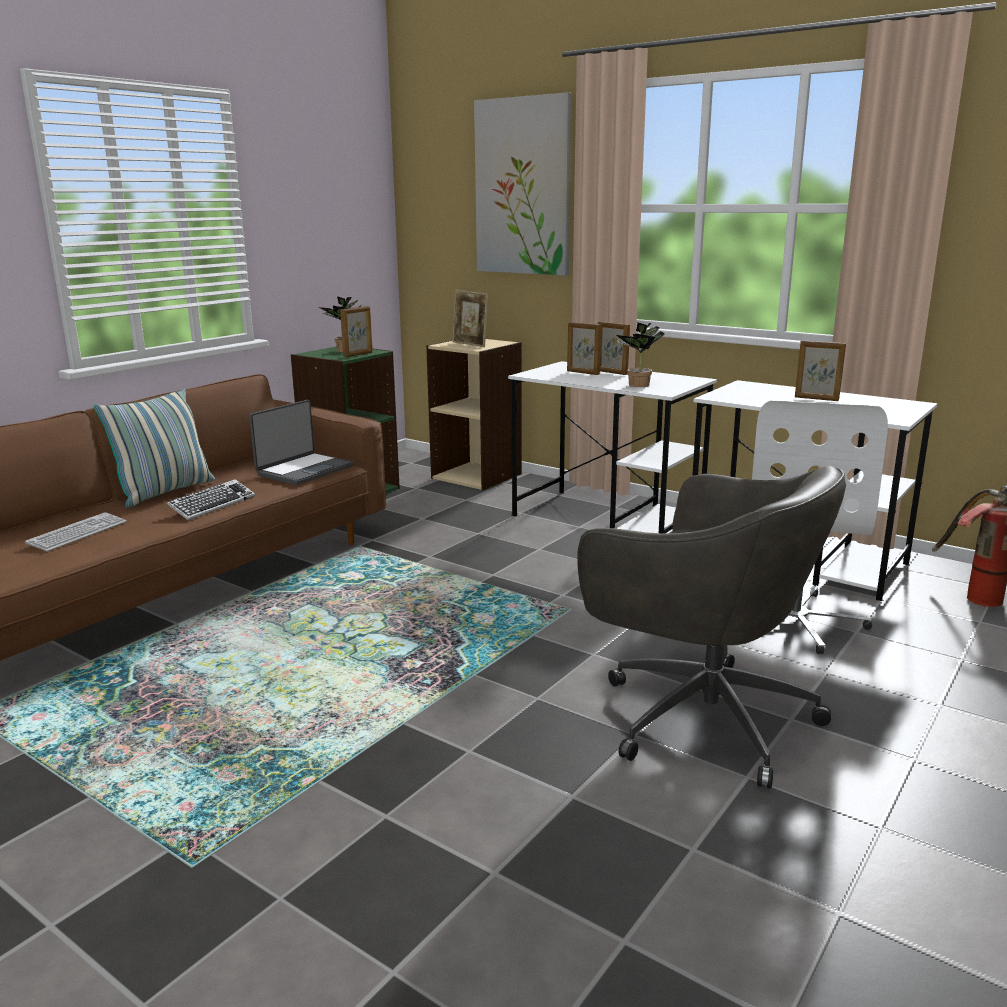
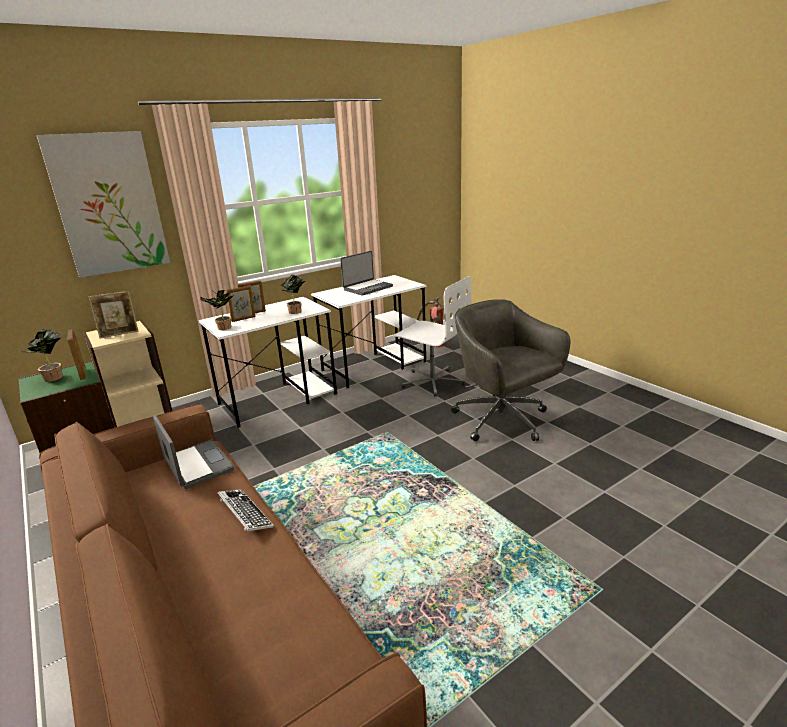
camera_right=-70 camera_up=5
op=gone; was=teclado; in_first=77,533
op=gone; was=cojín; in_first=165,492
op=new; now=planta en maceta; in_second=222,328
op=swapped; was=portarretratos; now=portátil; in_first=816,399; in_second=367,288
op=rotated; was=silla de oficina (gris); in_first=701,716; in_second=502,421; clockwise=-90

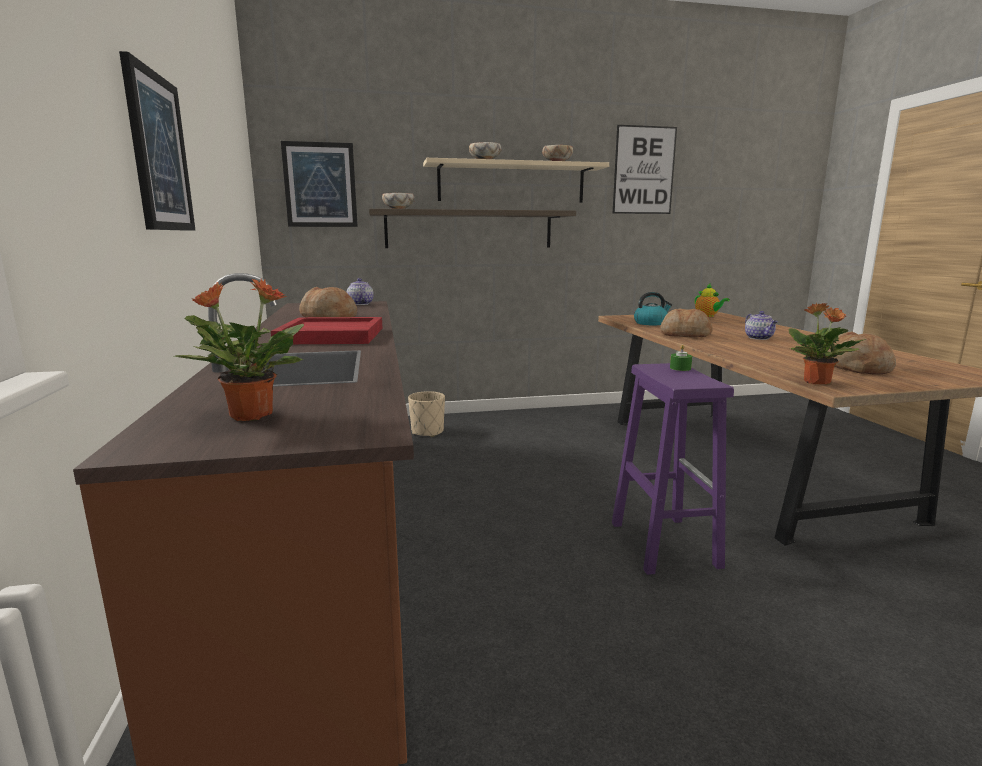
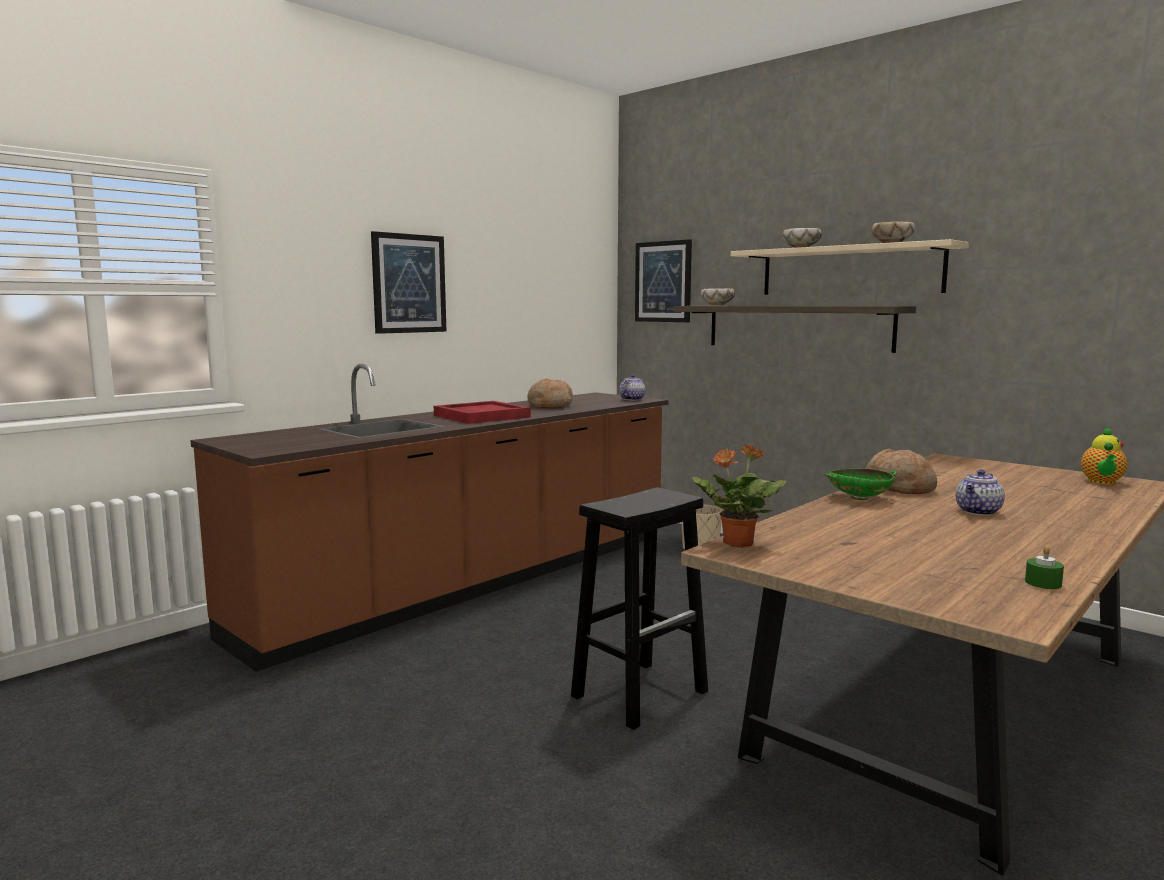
camera_right=55 camera_up=-5
op=gone; was=planta en maceta; in_first=250,415
op=gone; was=cuadro; in_first=644,170
op=gone; was=hervidor; in_first=650,323
op=gone; was=pan; in_first=856,368
op=new; now=cuenco (verde); in_second=859,498
op=shifted; was=vela (verde); in_first=680,368; in_second=1043,583
op=repainted; was=taburete (morado); now=taburete (negro); in_first=662,543; in_second=641,693

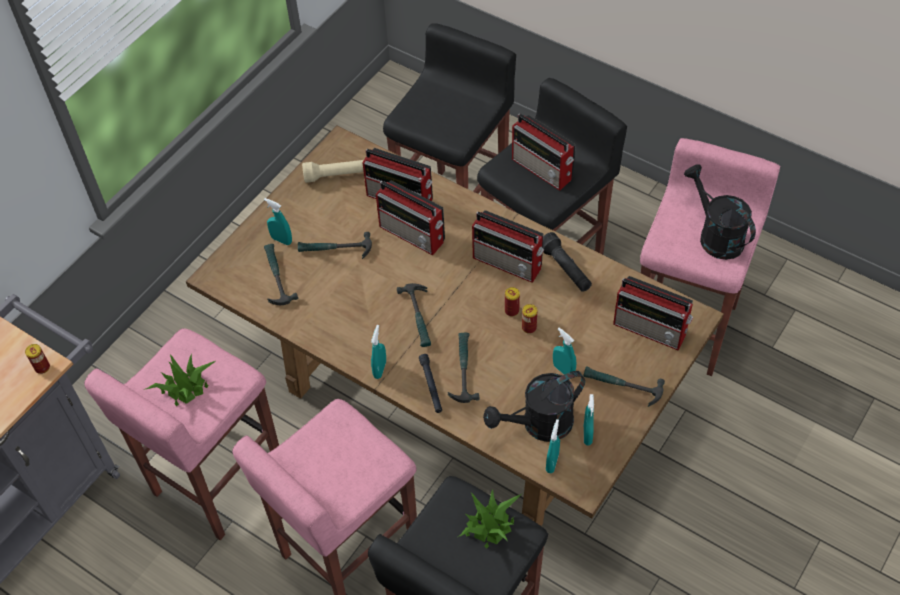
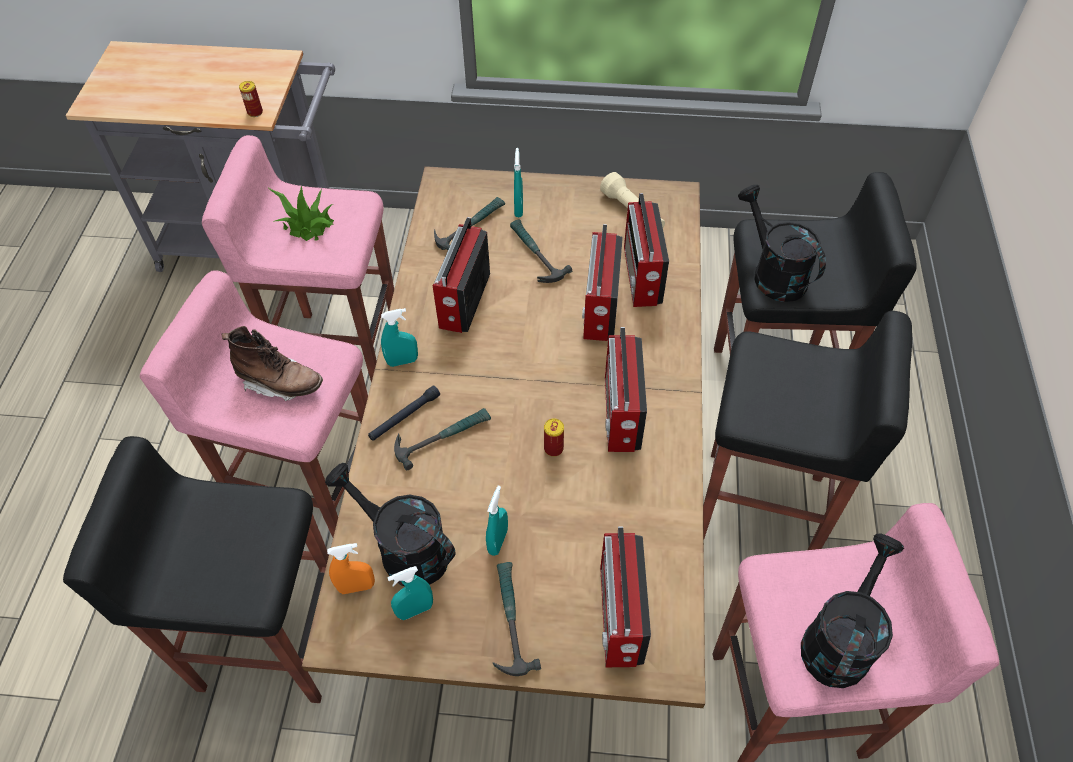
camera_right=60 camera_up=0
op=gone; was=martillo; in_first=419,317
op=gone; was=planta en maceta; in_first=488,525
op=gone; was=lata; in_first=529,327
op=gone; was=linterna (negro); in_first=565,269
op=new; now=bota (marrón); in_second=280,383
op=new; now=regadera (negro); in_second=772,273
op=shifted; was=radio; in_first=543,170; in_second=463,301
op=repainted; was=pulverizador (turquesa); now=pulverizador (naranja); in_first=552,462; in_second=356,587

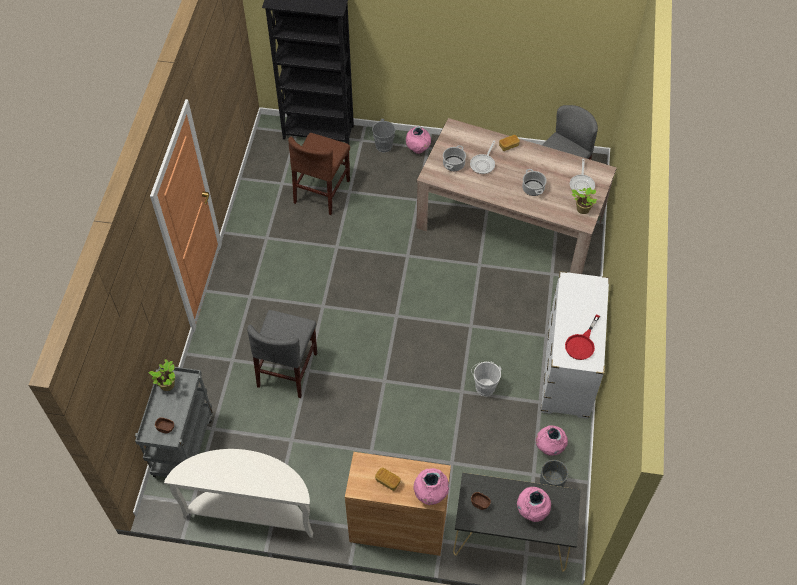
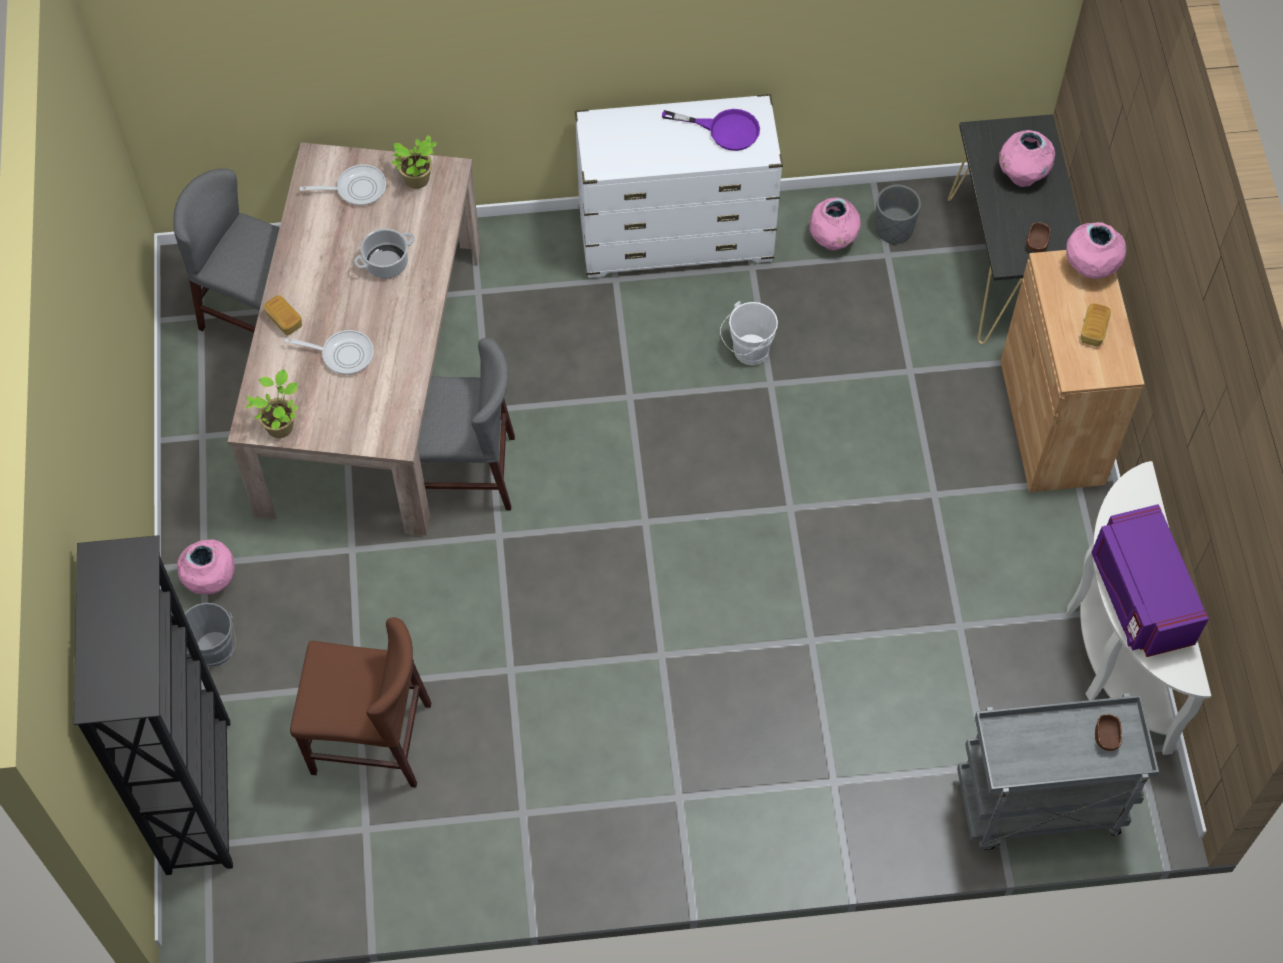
camera_right=-105 camera_up=5
op=gone; was=olla; in_first=453,164
op=new; now=microondas (morado); in_second=1140,596
op=shifted; was=planta en maceta; in_first=168,385; in_second=280,425
op=shifted; was=silla (gris); in_first=287,370; in_second=462,472
op=repainted; was=sartén (rojo); now=sartén (morado); in_first=582,343; in_second=724,130

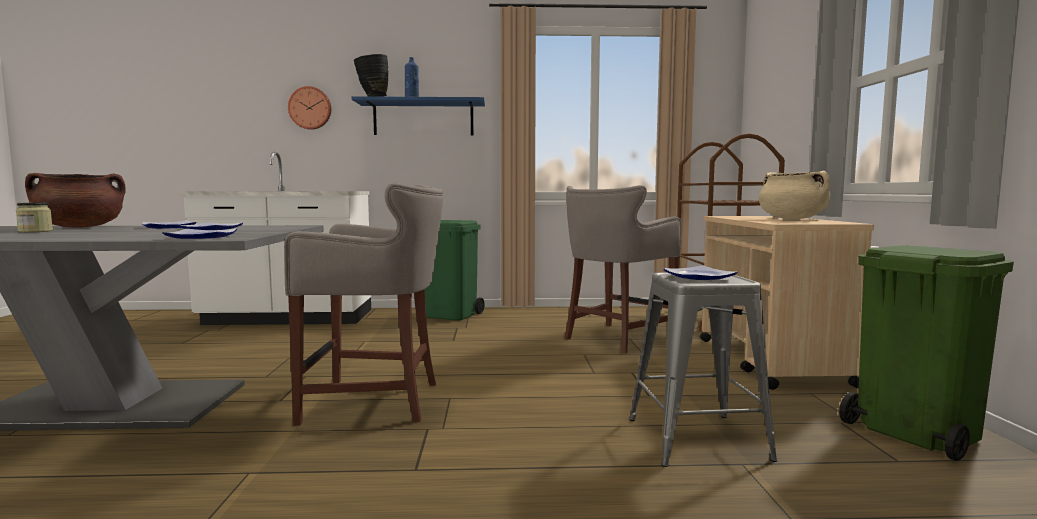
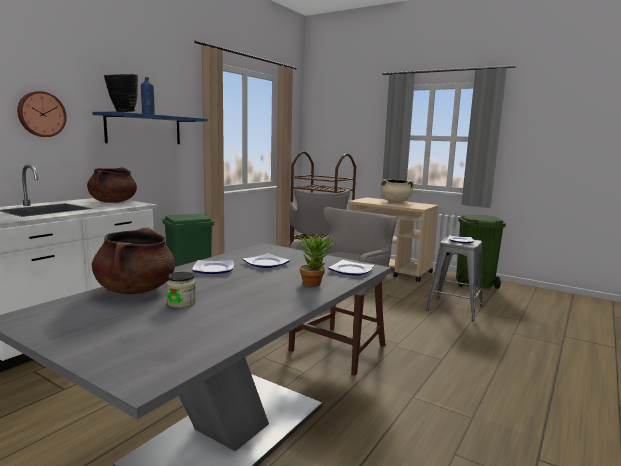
camera_right=-55 camera_up=5
op=new; now=olla (marrón); in_second=113,202
op=new; now=planta en maceta; in_second=314,283

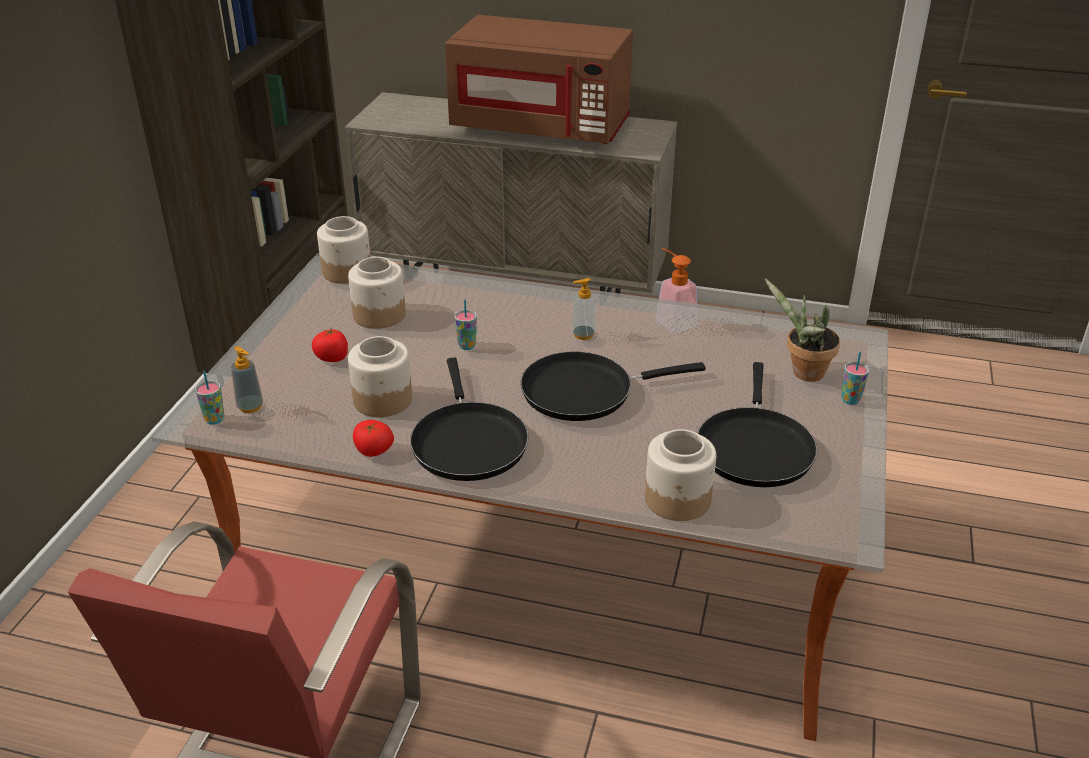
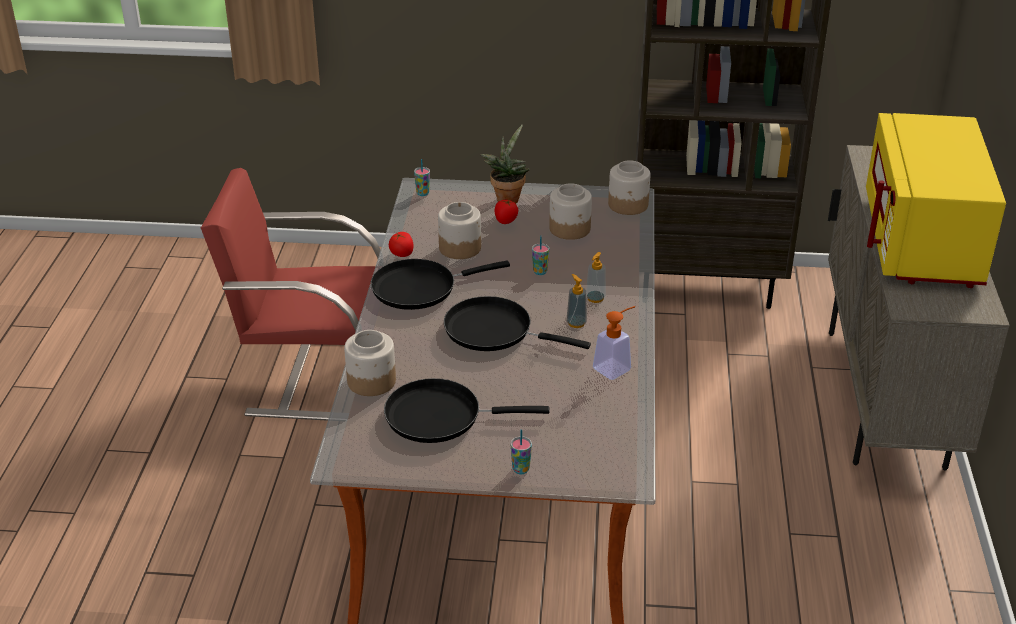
camera_right=80 camera_up=0
op=shifted; was=dispensador de jabón; in_first=250,407; in_second=595,298
op=shifted; was=planta en maceta; in_first=803,373; in_second=507,198
op=repainted; was=microondas (marrón); now=microondas (amarillo); in_first=542,127; in_second=922,242
op=rotated; was=sartén (negro); in_first=584,391; in_second=494,331; clockwise=-45

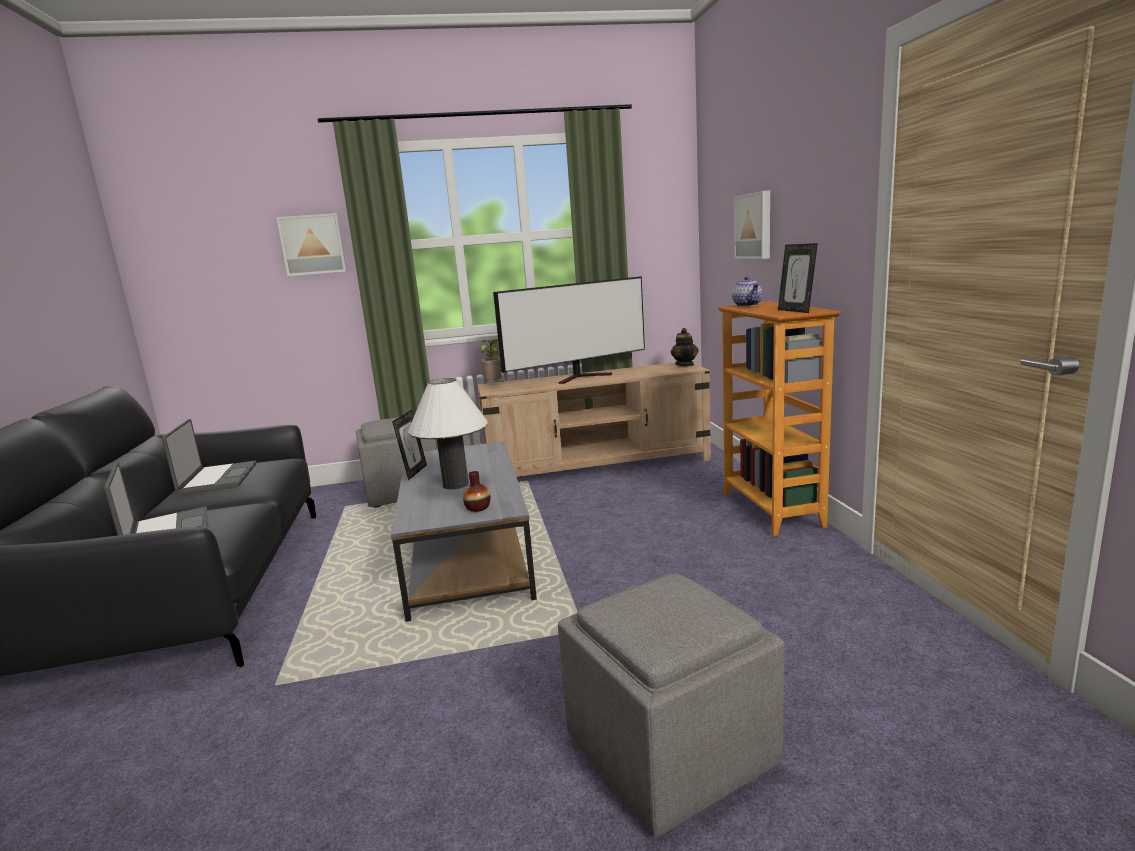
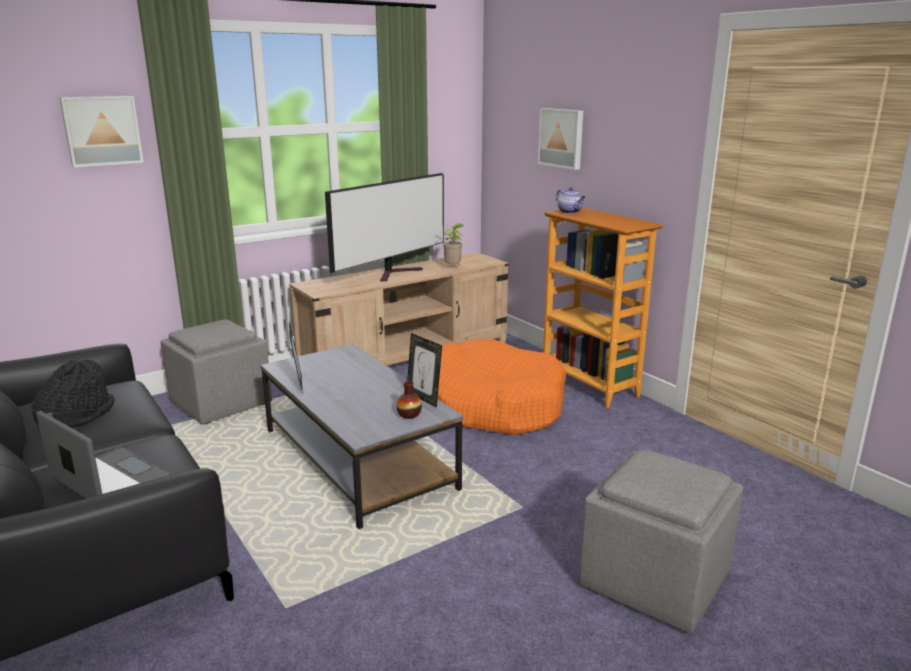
camera_right=-25 camera_up=5
op=gone; was=lámpara de mesa (blanco); in_first=455,484
op=gone; was=tetera; in_first=685,365
op=new; now=cama para perro (naranja); in_second=490,405
op=shifted; was=planta en maceta; in_first=495,385; in_second=453,268
op=shifted; was=portarretratos; in_first=796,311; in_second=424,398
op=swapped; was=portátil; now=sombrero (negro); in_first=217,479; in_second=76,415

